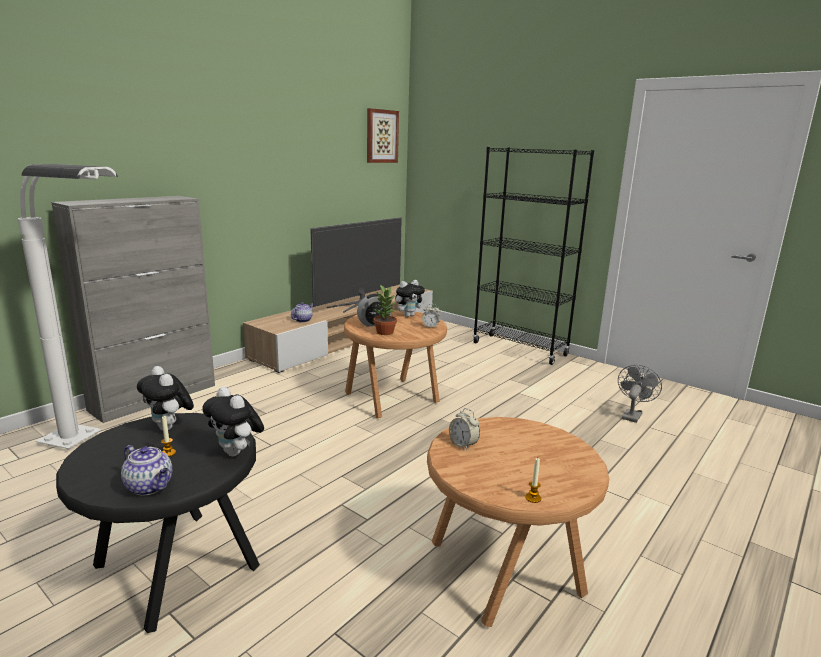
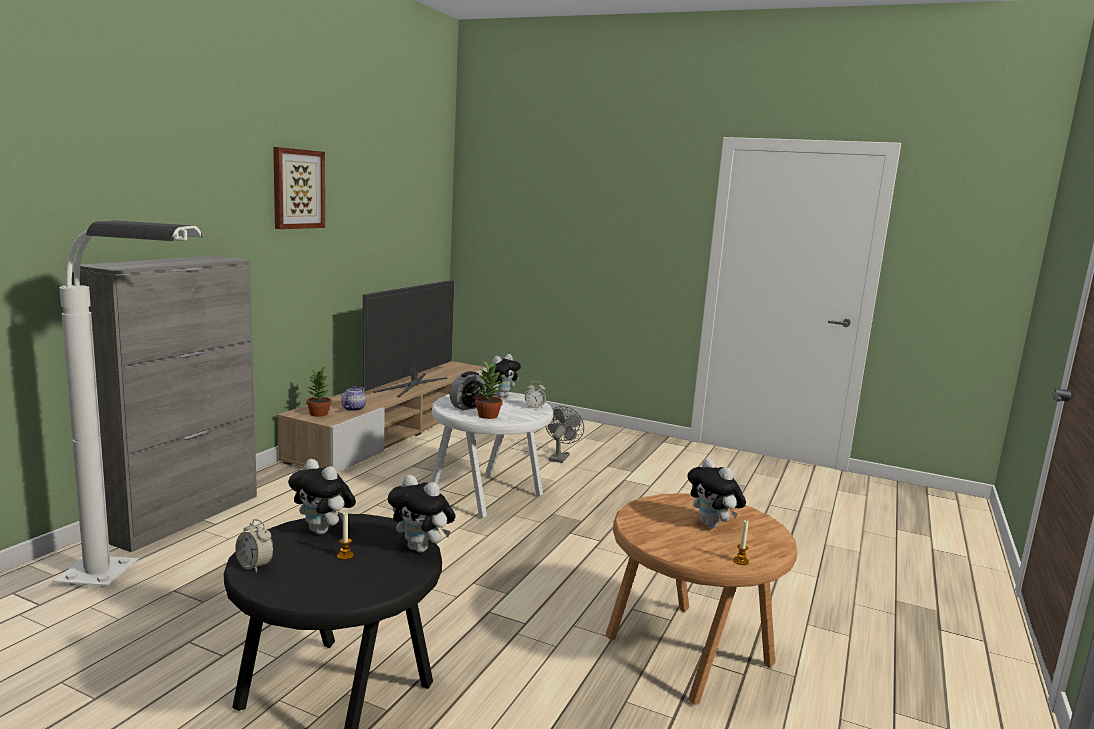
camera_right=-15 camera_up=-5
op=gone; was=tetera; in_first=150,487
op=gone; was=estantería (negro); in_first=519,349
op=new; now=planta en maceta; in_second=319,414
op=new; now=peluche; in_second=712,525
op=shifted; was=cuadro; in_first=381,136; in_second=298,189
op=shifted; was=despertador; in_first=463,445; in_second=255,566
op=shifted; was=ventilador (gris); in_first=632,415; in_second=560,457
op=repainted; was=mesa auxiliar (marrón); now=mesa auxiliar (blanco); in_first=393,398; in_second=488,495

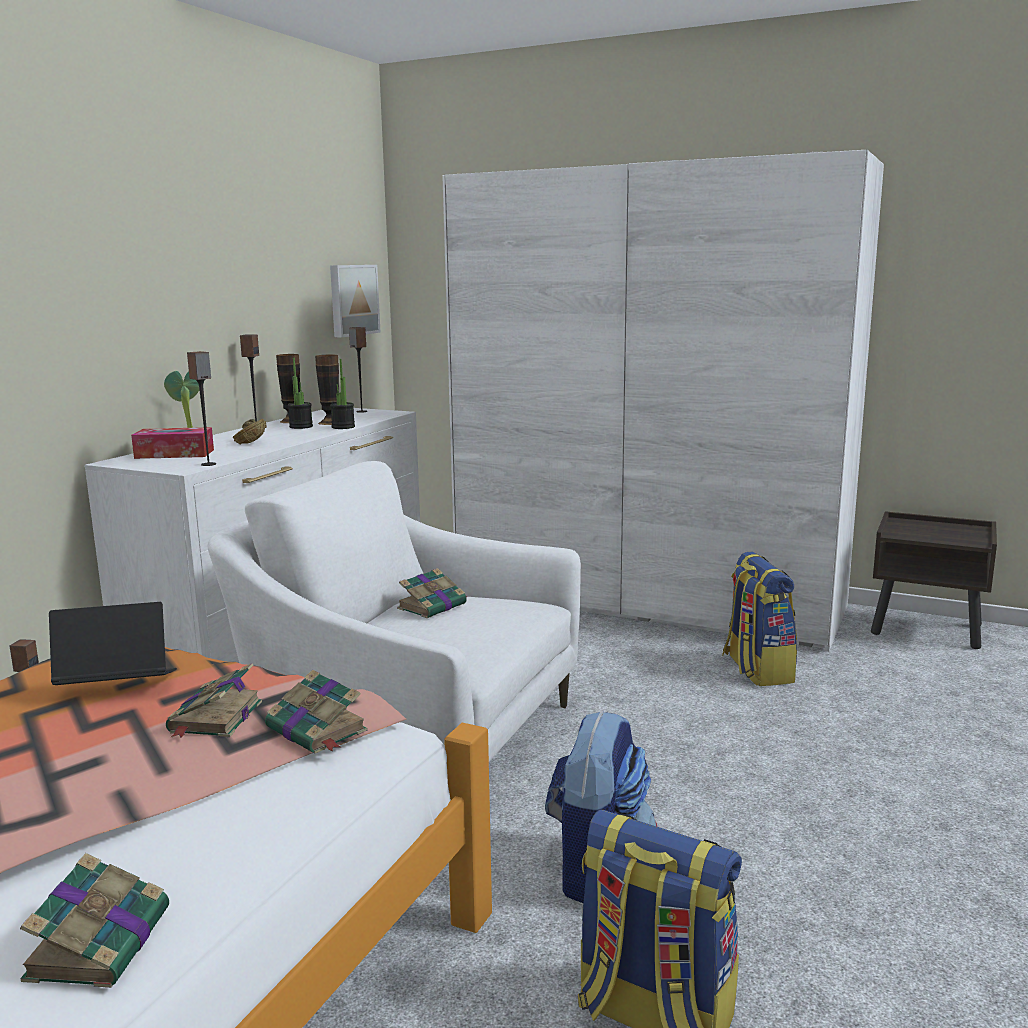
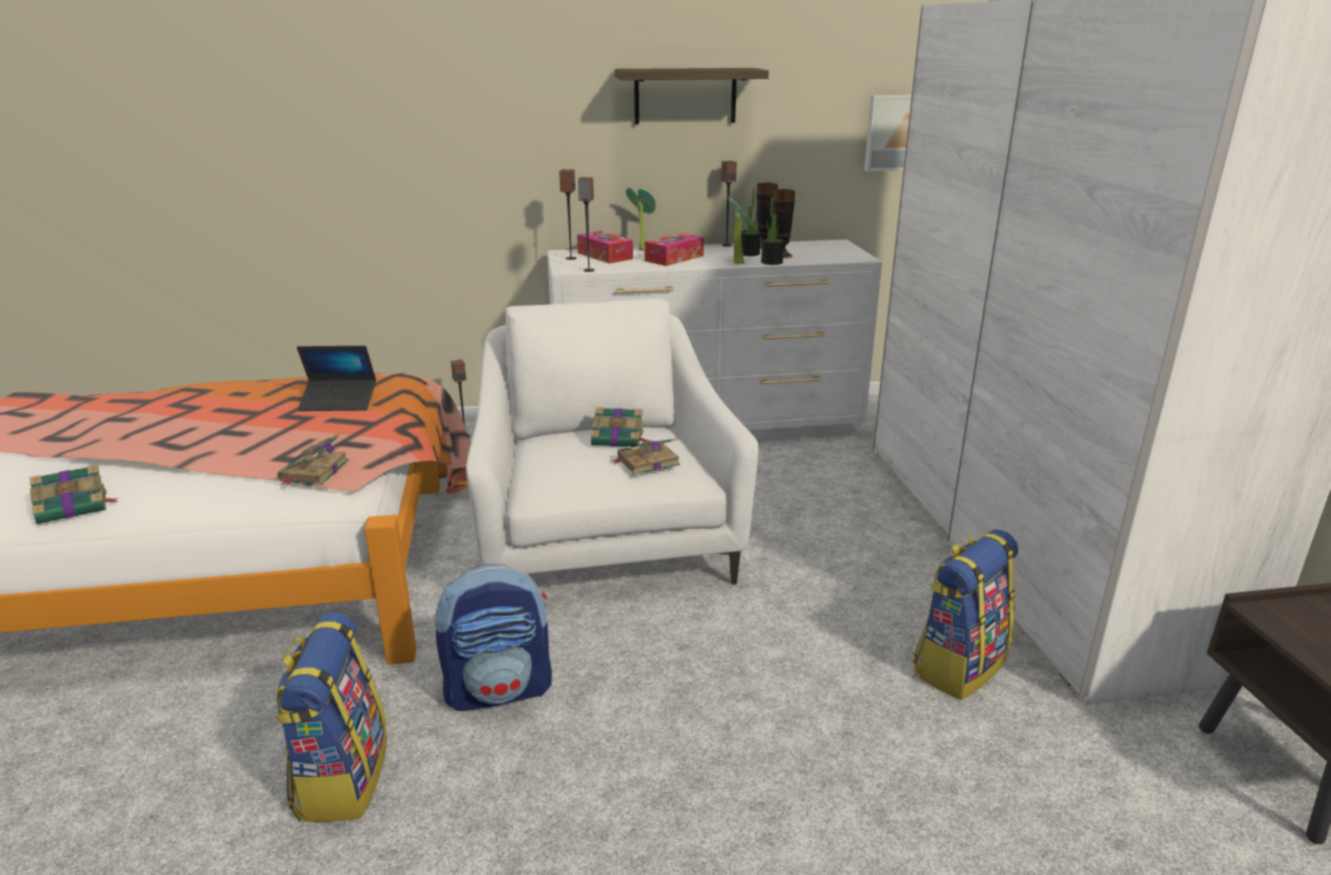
camera_right=55 camera_up=10
op=new; now=estante; in_second=685,96
op=new; now=planta en maceta; in_second=739,262
op=shifted; was=libro; in_first=214,718; in_second=647,462
op=shifted; was=altavoz; in_first=361,411; in_second=570,258
op=swapped; was=cuenco (marrón); now=caja de pañuelos; in_first=251,441; in_second=674,258
op=rotated; was=portátil; in_first=118,687; in_second=339,402; clockwise=135

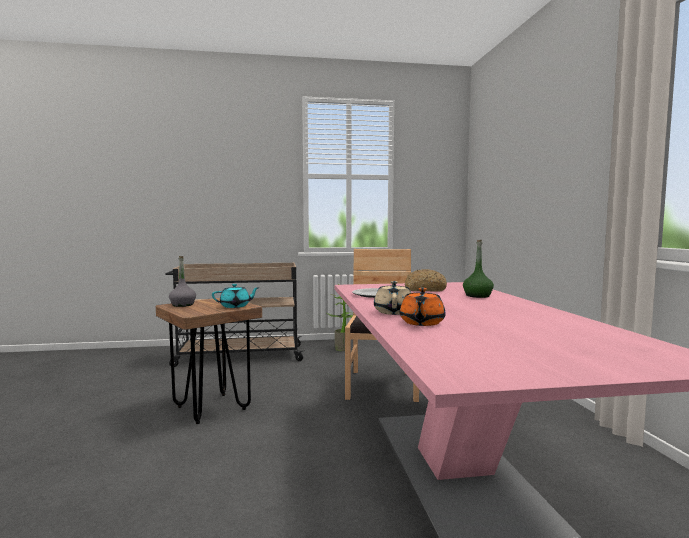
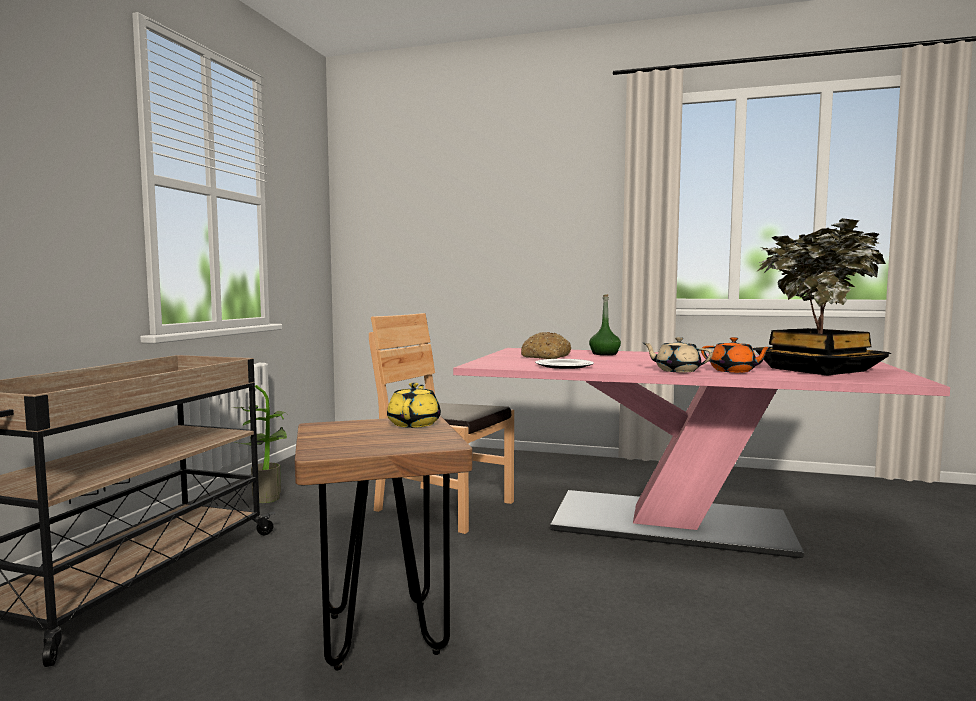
camera_right=-65 camera_up=0
op=gone; was=botella (gris); in_first=183,305
op=new; now=planta en maceta; in_second=818,369
op=repainted; was=tetera (turquesa); now=tetera (amarillo); in_first=235,306; in_second=414,424

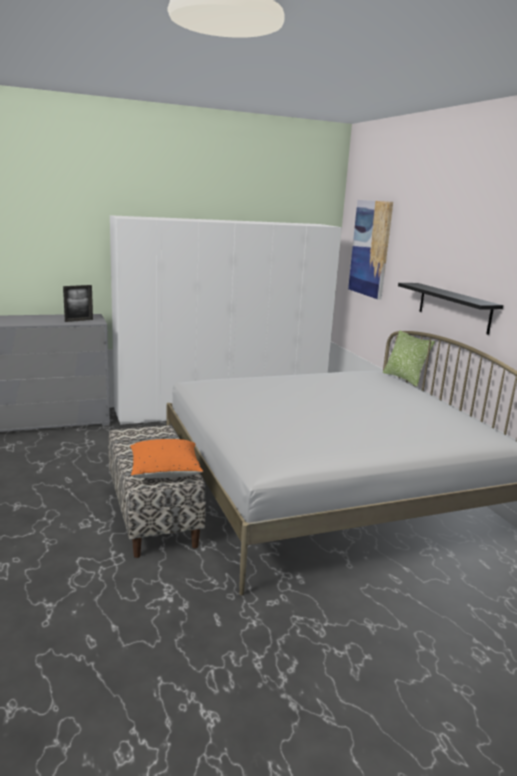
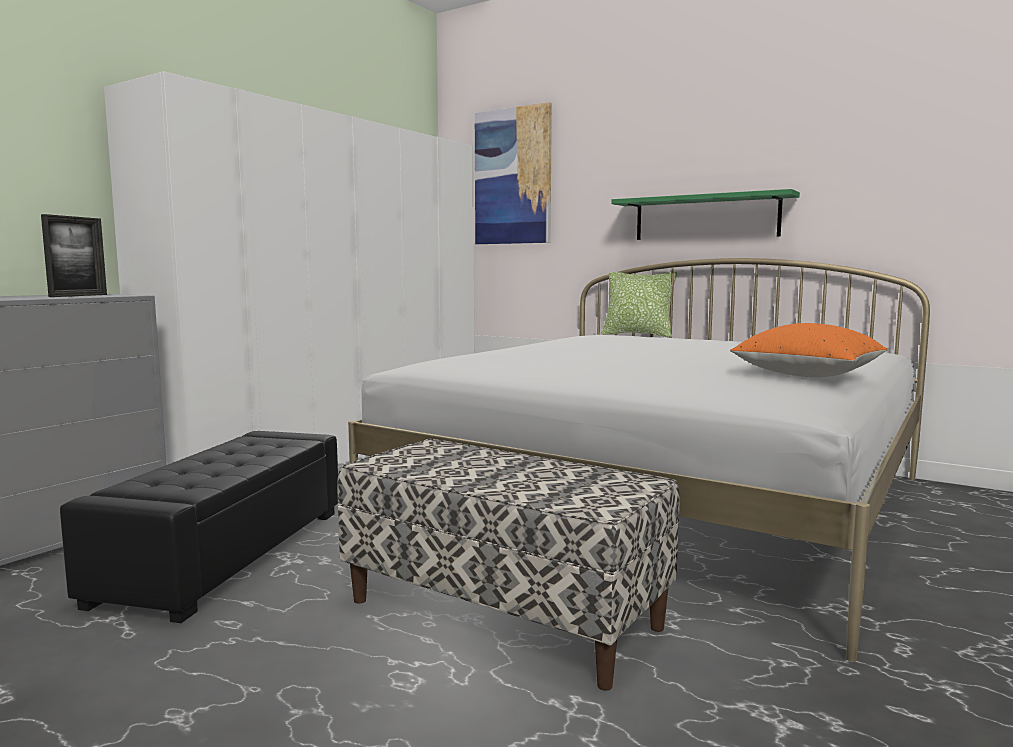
camera_right=-35 camera_up=-10
op=new; now=puf (negro); in_second=226,554
op=shifted; was=cojín (naranja); in_first=165,471; in_second=807,375
op=repainted; was=estante (negro); now=estante (verde); in_first=454,307; in_second=705,217

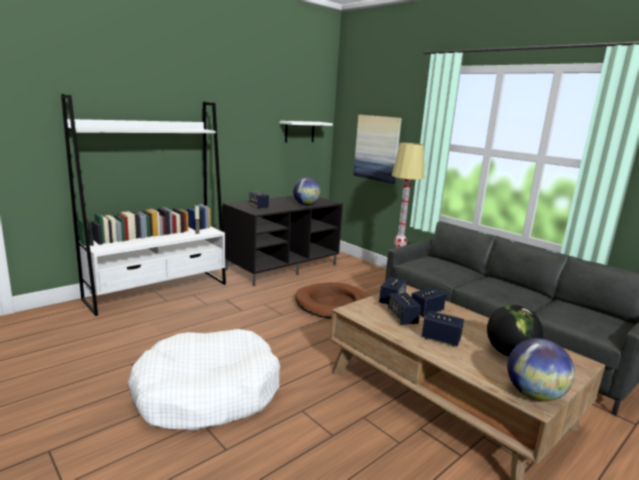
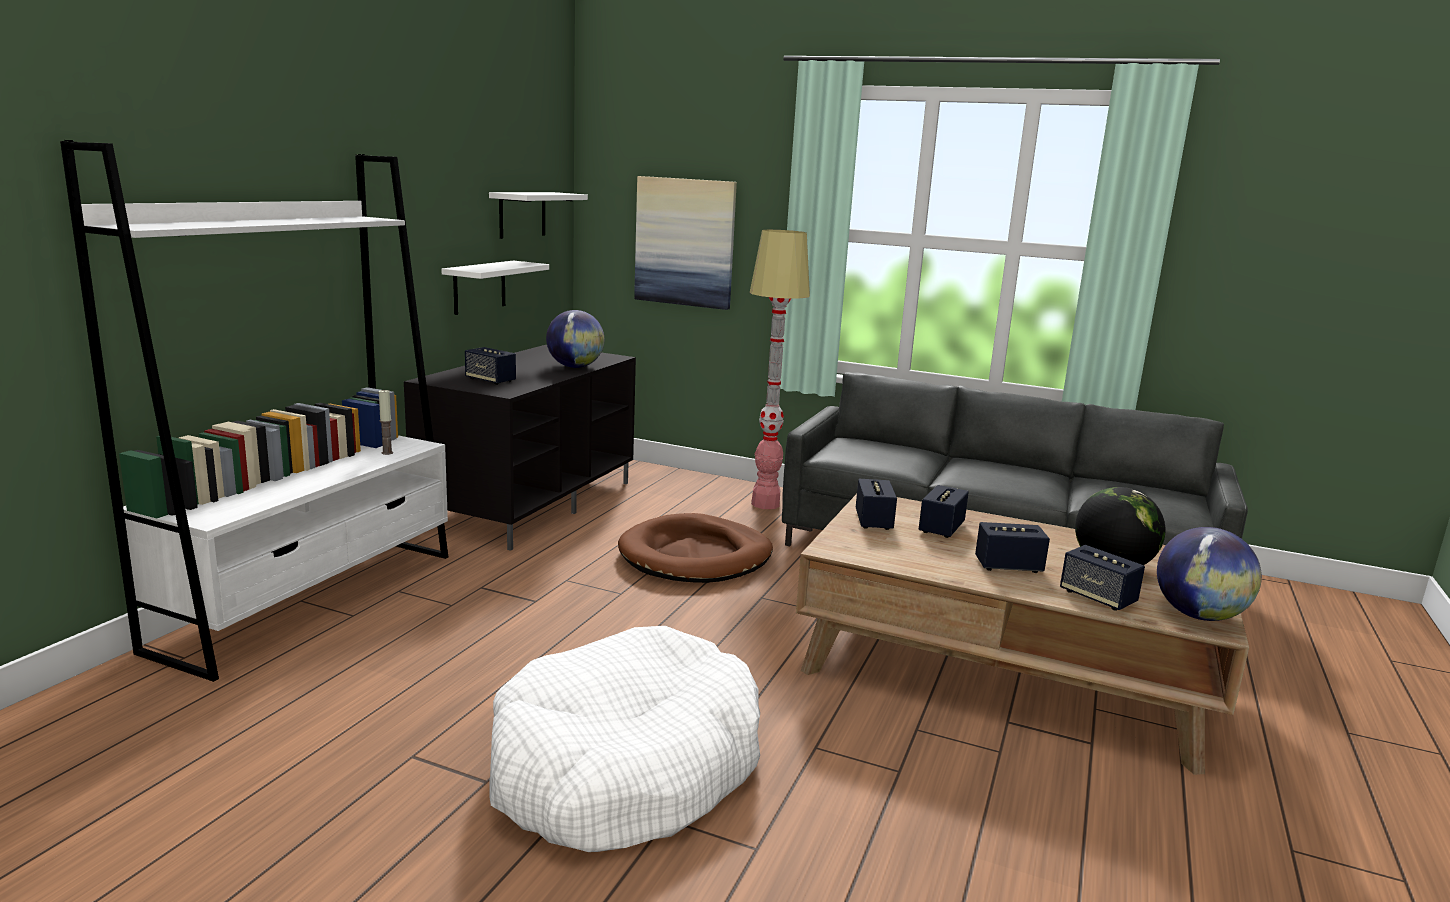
camera_right=-25 camera_up=0
op=new; now=estante (blanco); in_second=479,287
op=shifted; was=altavoz; in_first=402,318; in_second=1097,597

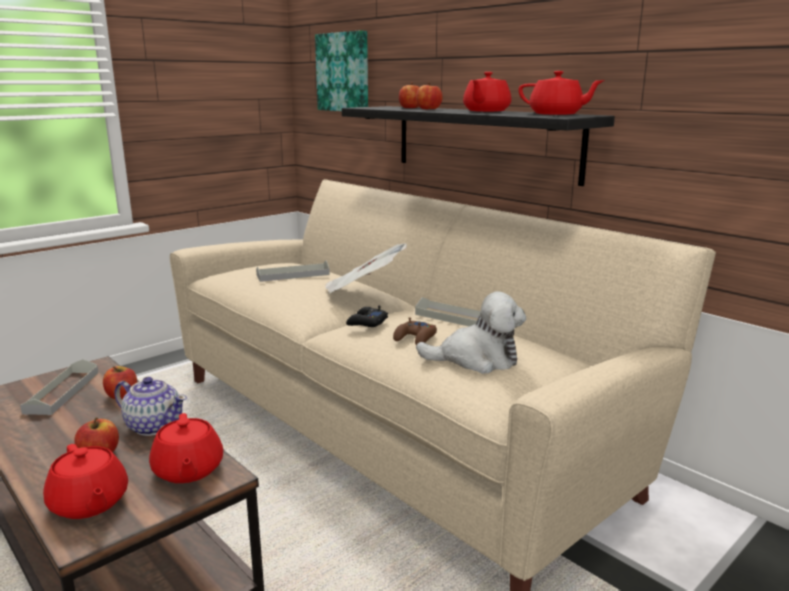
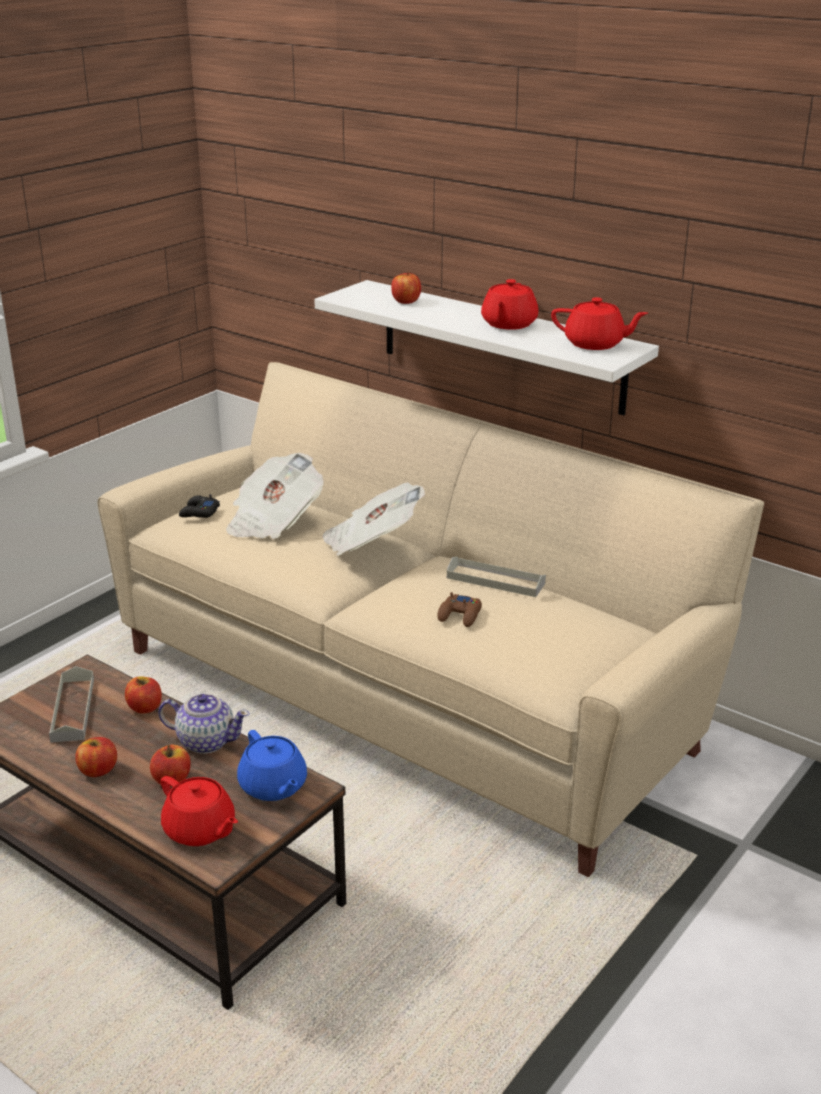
camera_right=-10 camera_up=10
op=gone; was=cuadro; in_first=344,72
op=gone; was=peluche; in_first=476,359
op=shifted; was=mando de consola (negro); in_first=366,323; in_second=199,512
op=shifted; was=manzana; in_first=429,109; in_second=98,770
op=swapped; was=bandeja (gris); now=periódico; in_first=293,275; in_second=273,521
op=repainted; was=tetera (rojo); now=tetera (azul); in_first=188,470; in_second=273,786
op=repainted; was=estante (negro); now=estante (blanco); in_first=483,142; in_second=500,346

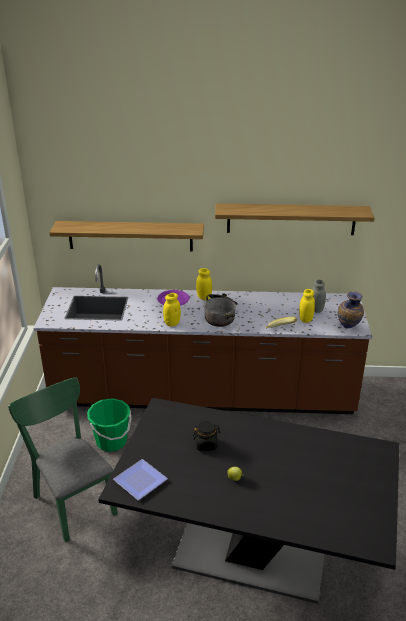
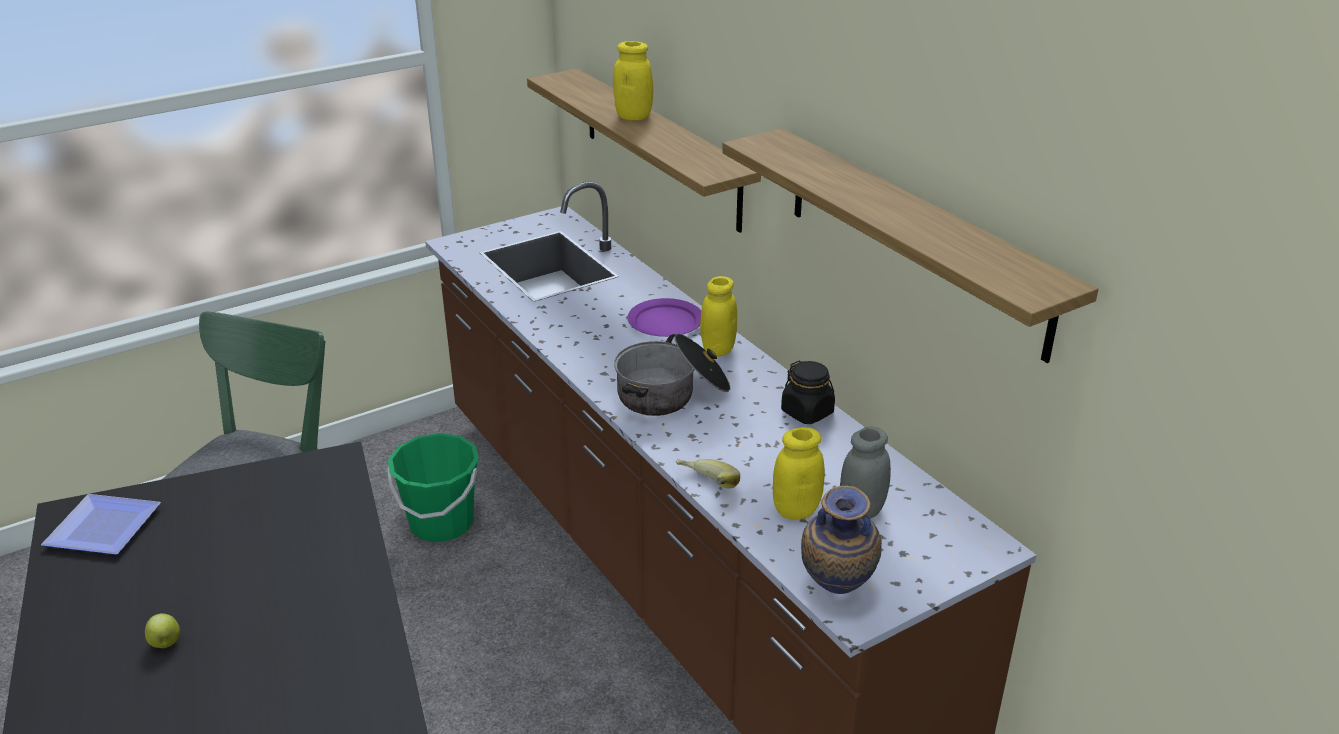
camera_right=55 camera_up=0
op=shifted; was=tarro (amarillo); in_first=172,323; in_second=633,116
op=shifted; was=tarro (negro); in_first=206,444; in_second=807,412

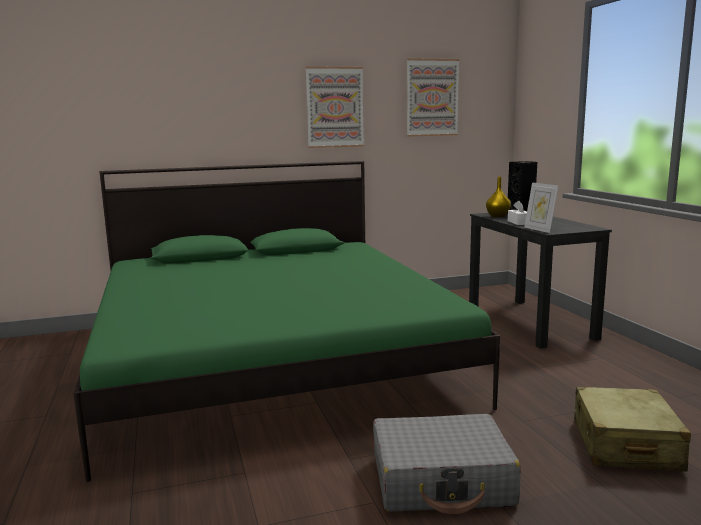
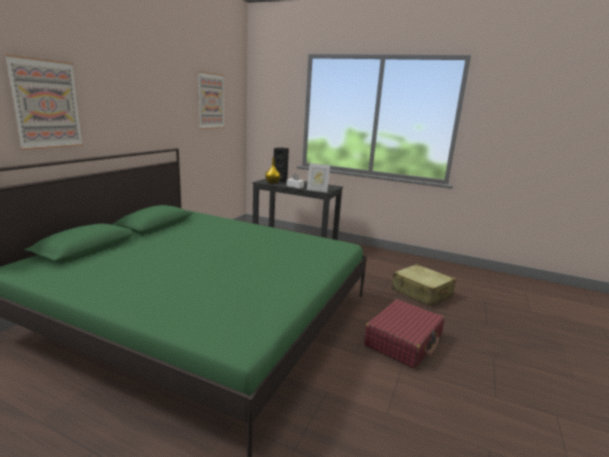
camera_right=-50 camera_up=5
op=shifted; was=cuadro; in_first=335,107; in_second=46,104
op=repainted; was=maleta (gris); now=maleta (rojo); in_first=442,481; in_second=403,341

